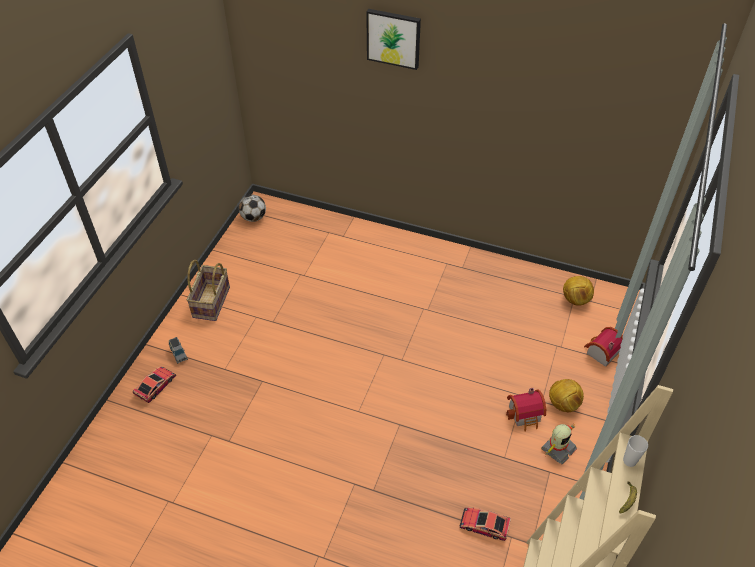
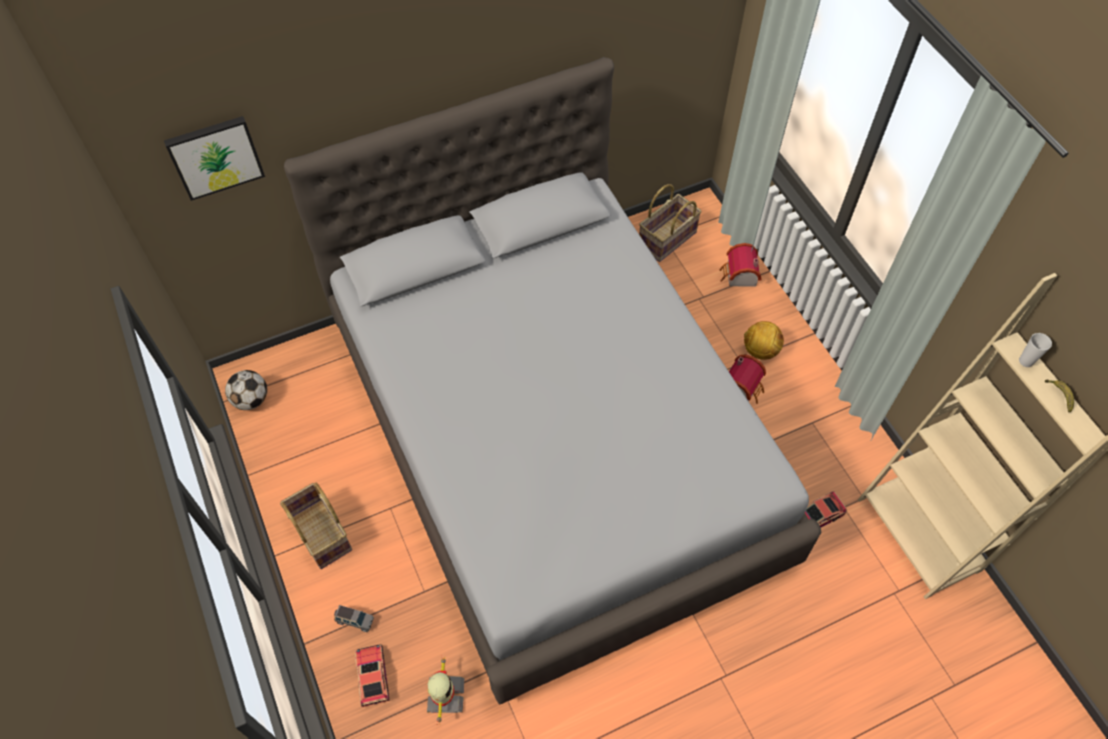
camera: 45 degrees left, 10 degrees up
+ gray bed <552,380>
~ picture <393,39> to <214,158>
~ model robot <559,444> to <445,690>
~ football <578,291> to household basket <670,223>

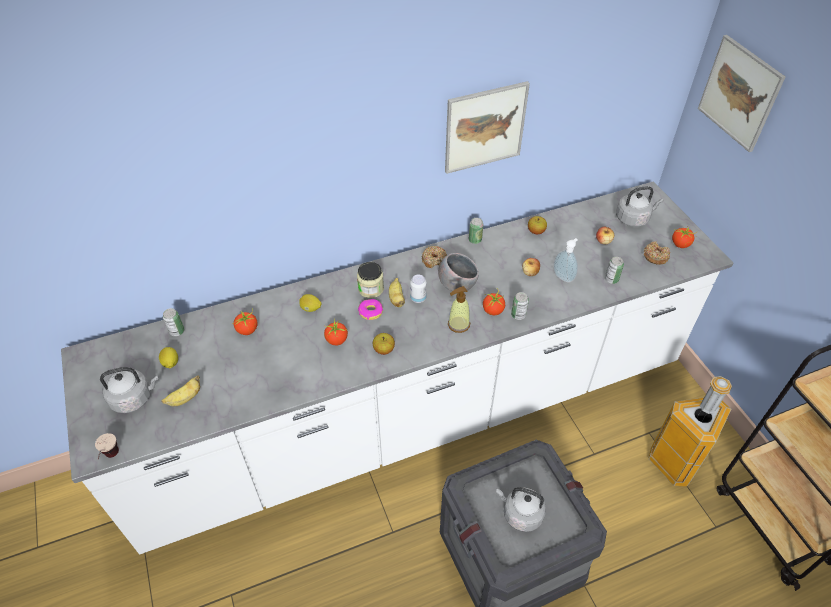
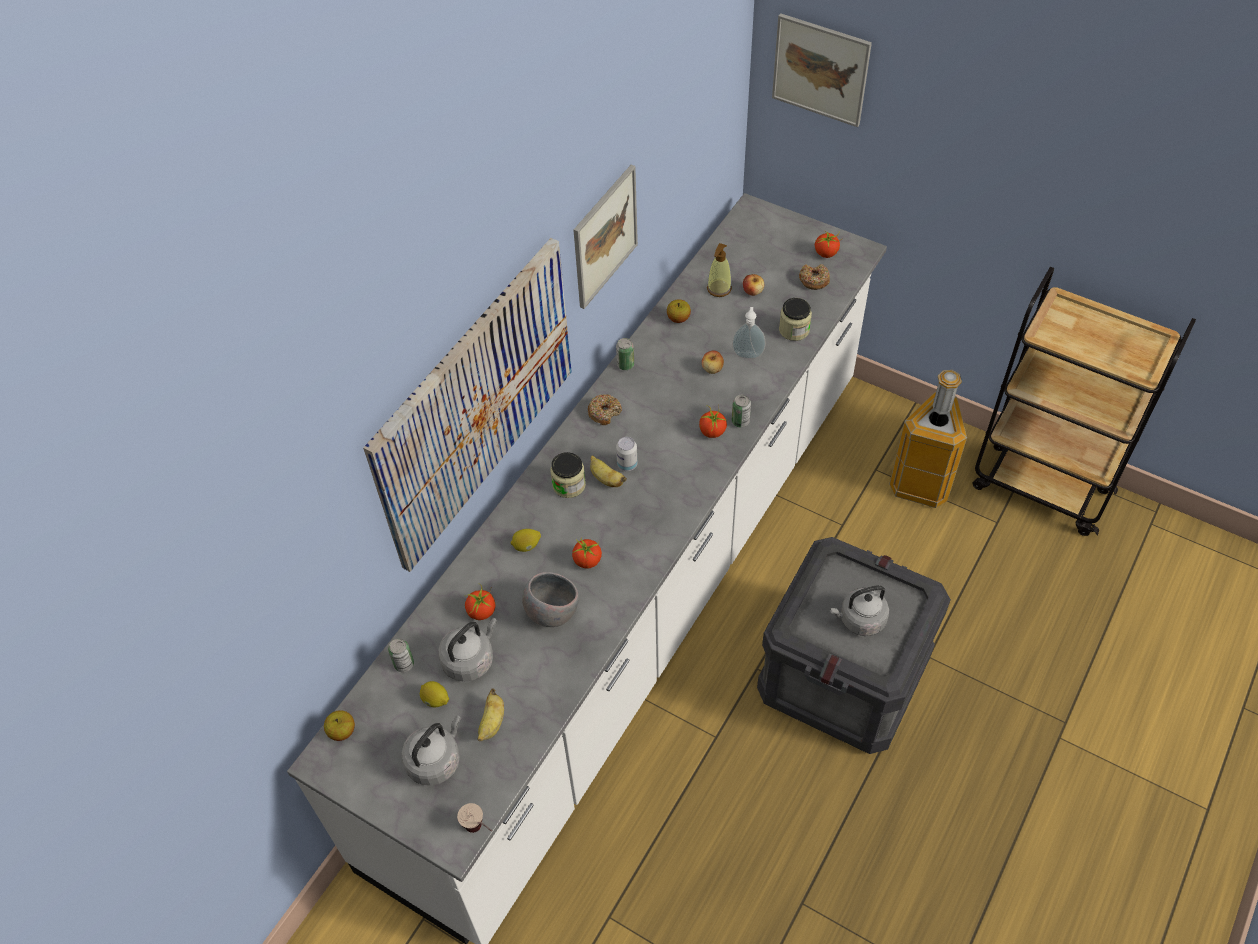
camera: 35 degrees left, 5 degrees up
- doughnut <370,309>
+ picture <467,405>
~ apple fruit <384,344> to <339,725>
~ gray deep dish <458,272> to <550,599>
~ liquid soap bottle <459,309> to <719,270>
~ gray tea kettle <640,206> to <467,650>
~ can <614,270> to storage jar <795,319>

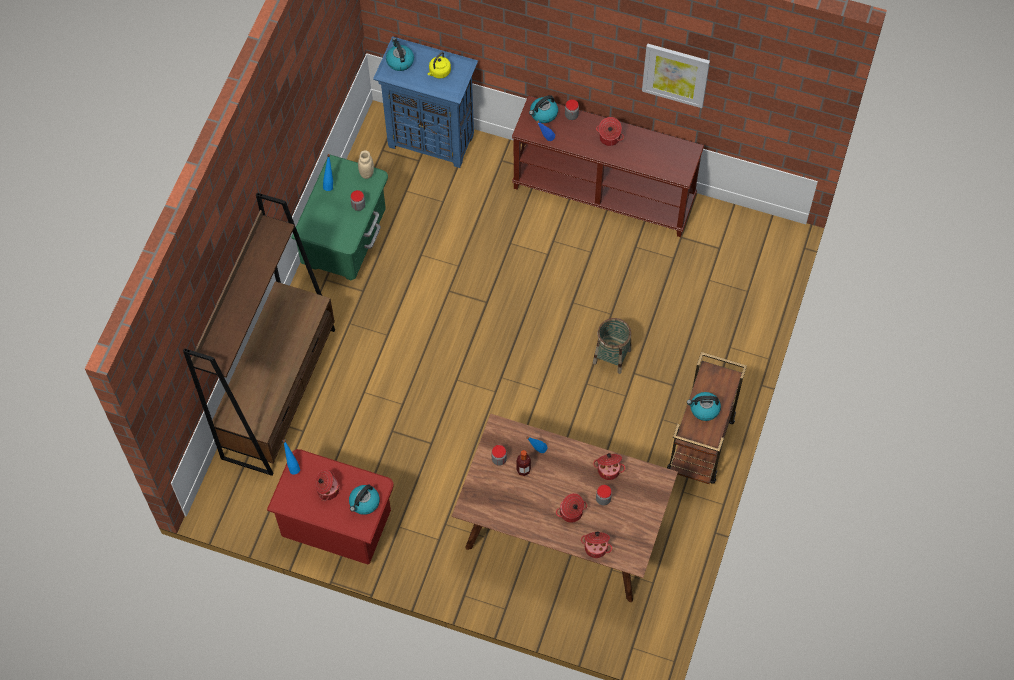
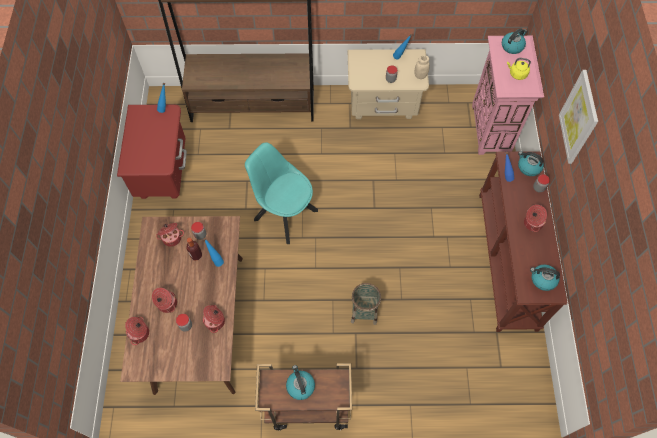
camera: 70 degrees right, 0 degrees up
+ turquoise upright chair <281,193>
~ cooking pot <327,485> to <170,235>
~ tea kettle <364,499> to <545,277>
~ picture <676,76> to <578,117>
~ greenish bedside table <339,217> to beige bedside table <388,84>
~ blue-coloured cupboard <425,102> to pinkish cupboard <508,95>

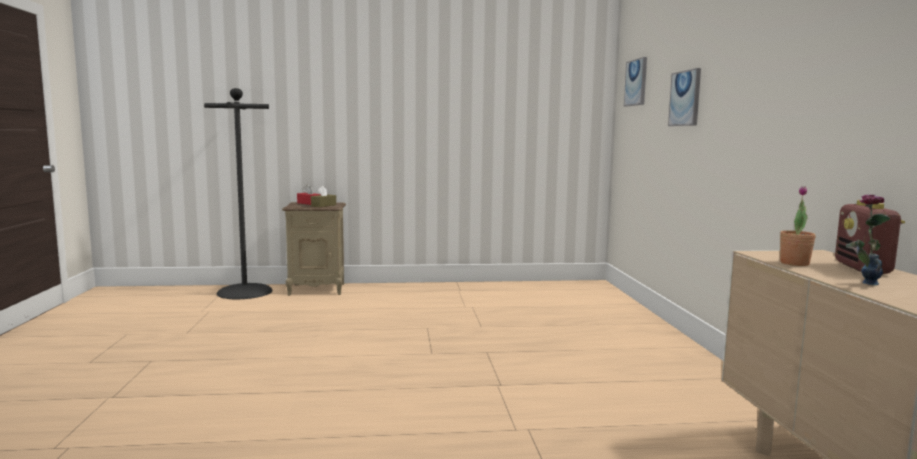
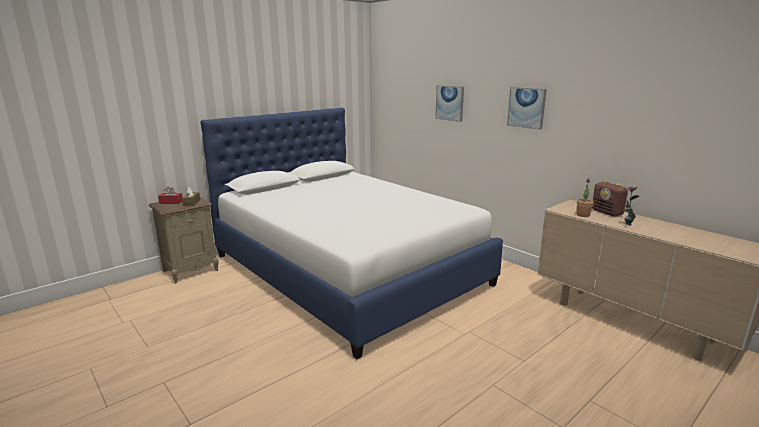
camera: 35 degrees left, 10 degrees up
- black-coloured clothes rack <238,193>
+ whitish bed <352,233>
~ picture <635,82> to <527,108>

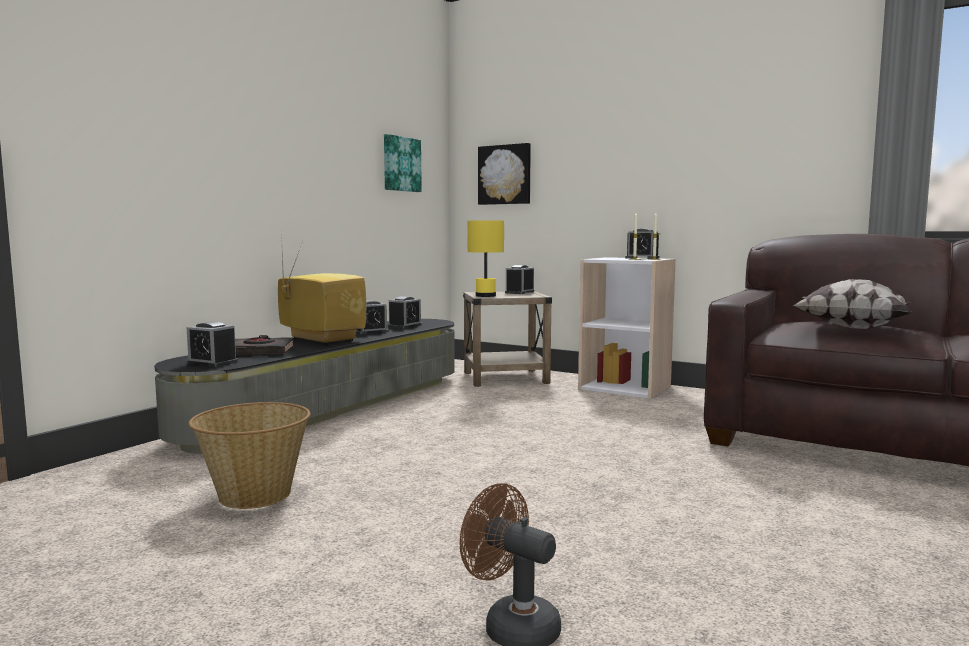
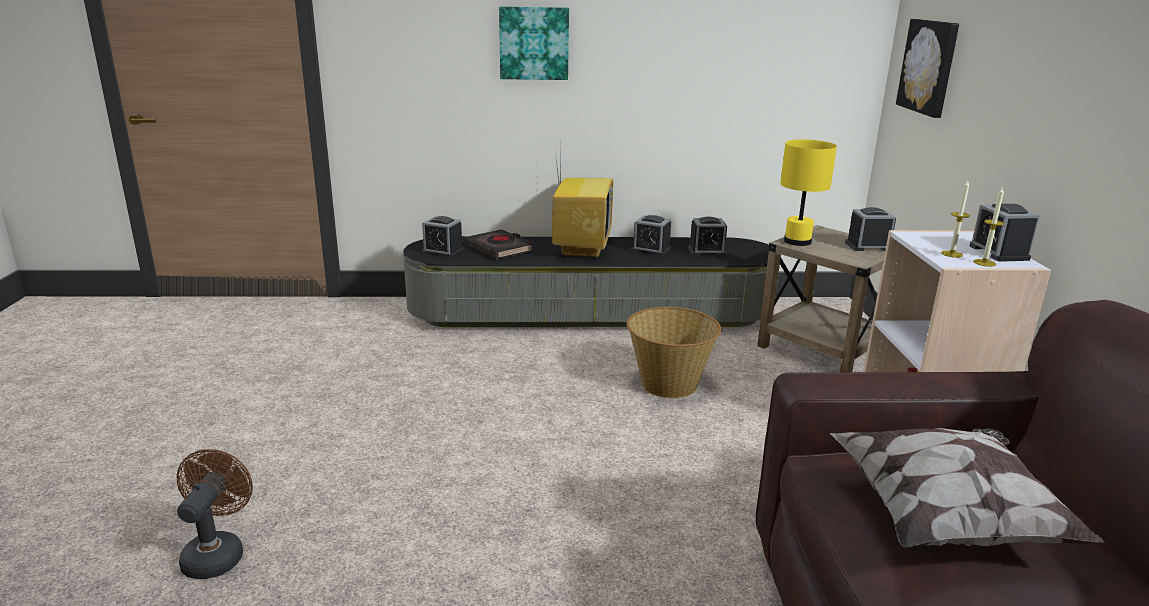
camera: 55 degrees right, 15 degrees up
~ household basket <249,455> to <674,352>
~ picture <403,163> to <534,43>
~ alarm clock <212,344> = <443,237> 60 degrees counterclockwise

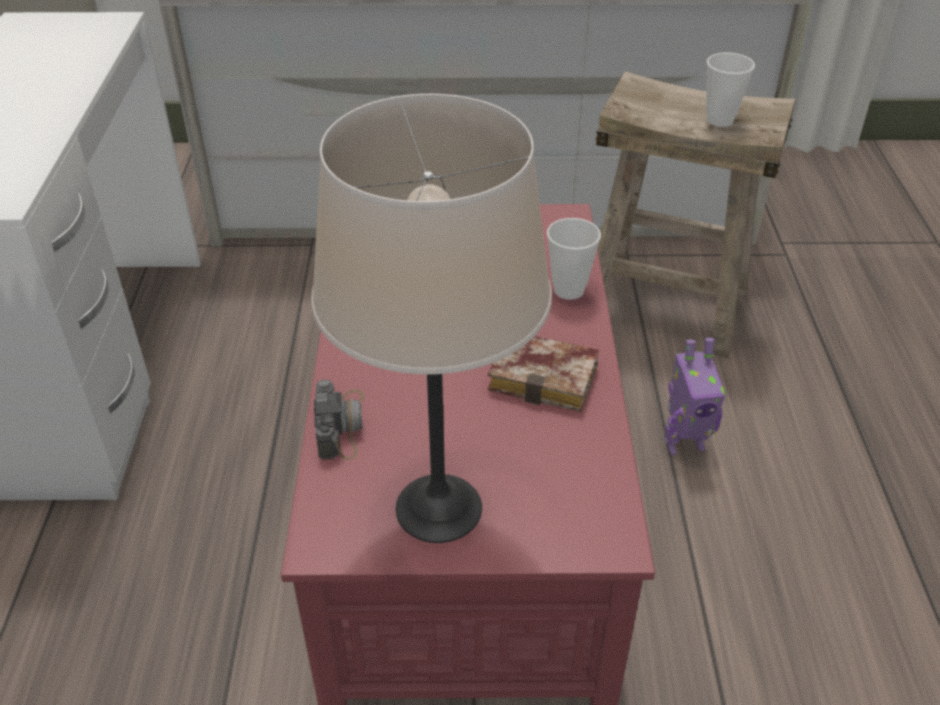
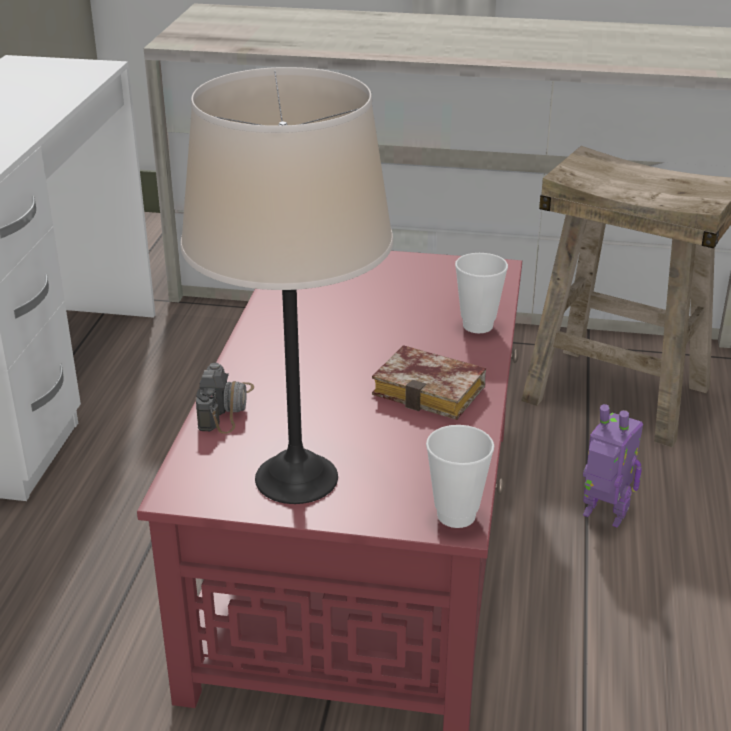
camera: 10 degrees right, 10 degrees down
~ drinking cup <730,90> to <460,476>
~ model robot <695,396> = <613,466> 150 degrees counterclockwise

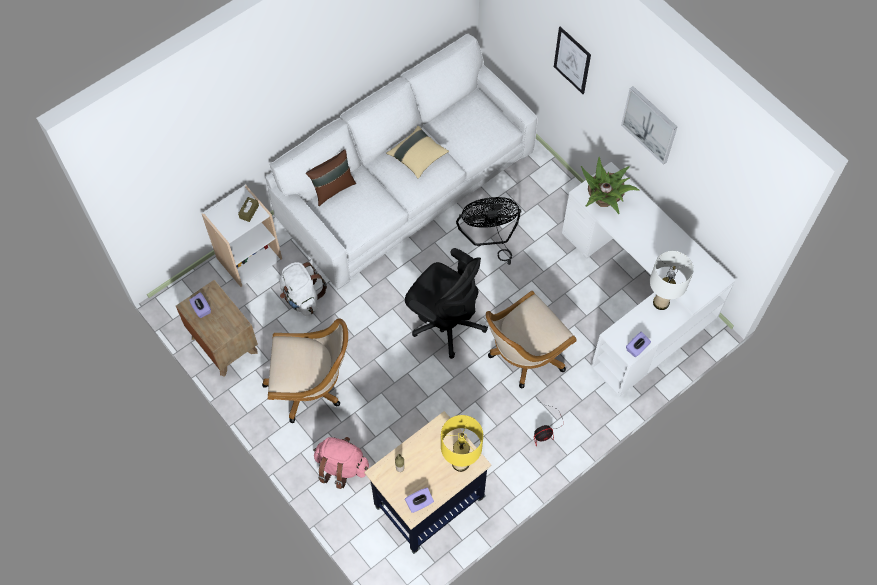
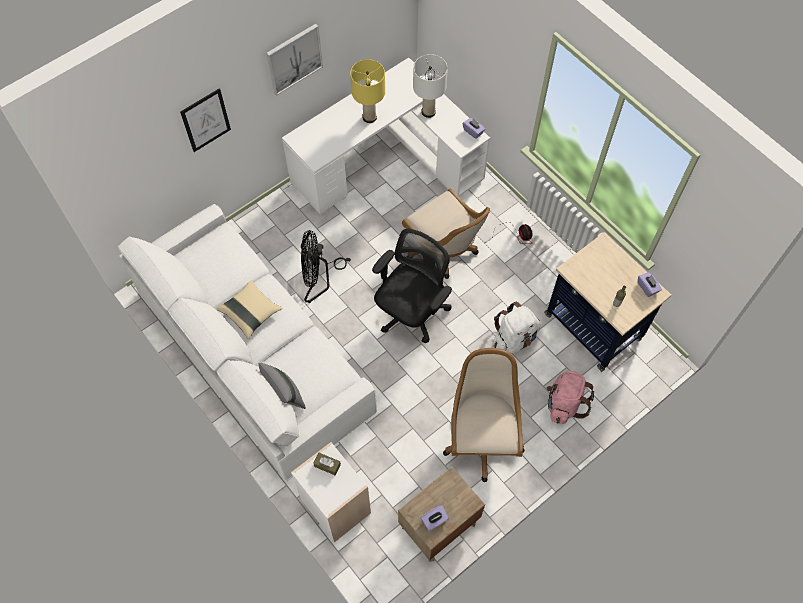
camera: 90 degrees left, 0 degrees up
- houseplant <610,185>
~ whitish backpack <303,289> to <516,327>
~ yellow-coloured tabletop lamp <462,443> to <367,91>
~ brown pillow <331,177> to gray pillow <282,386>

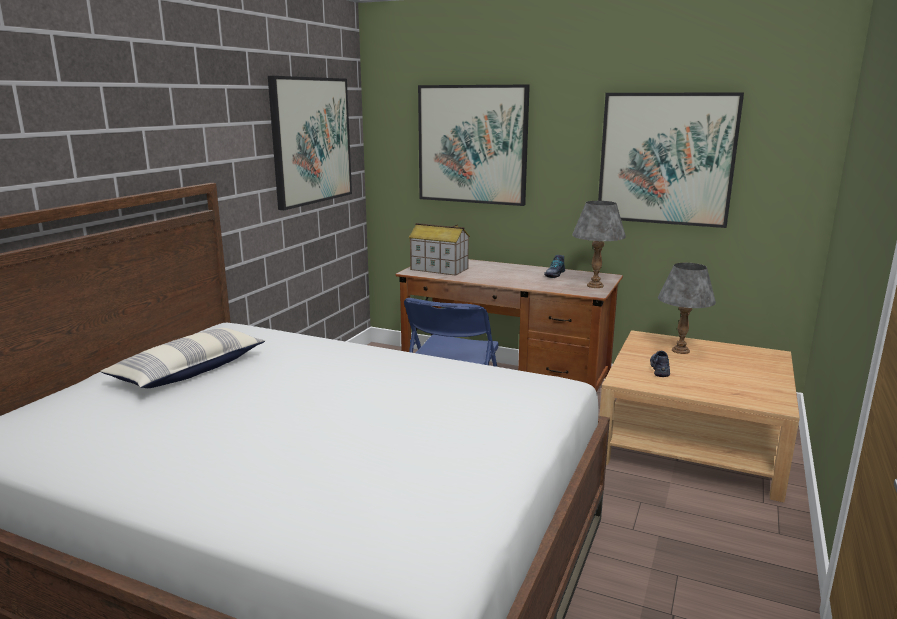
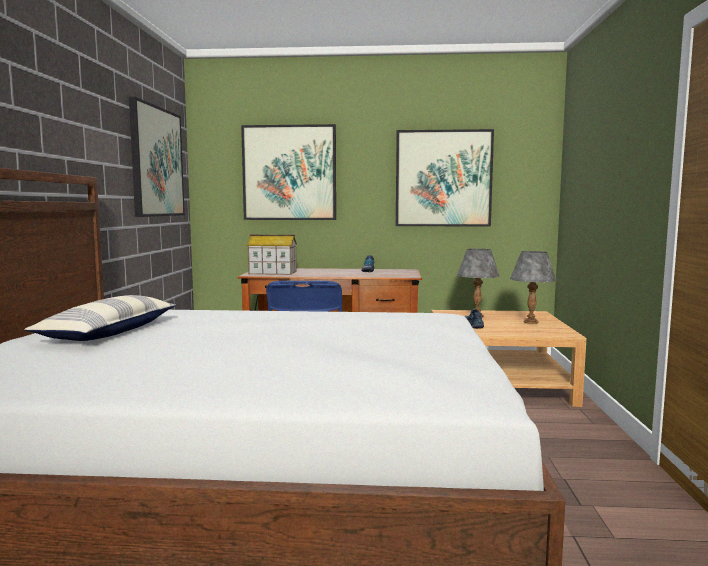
camera: 20 degrees left, 10 degrees down
~ gray tabletop lamp <599,244> to <533,287>

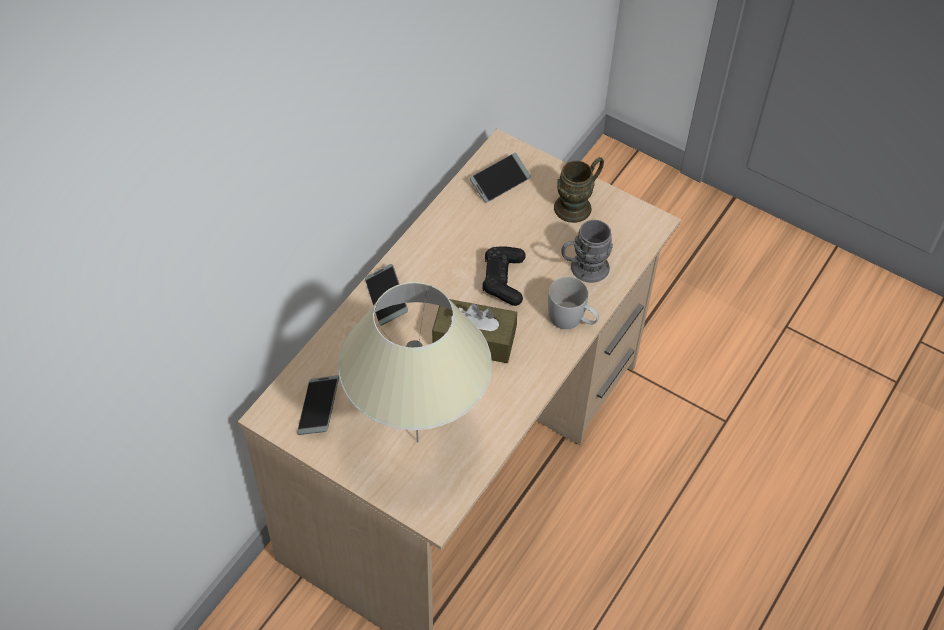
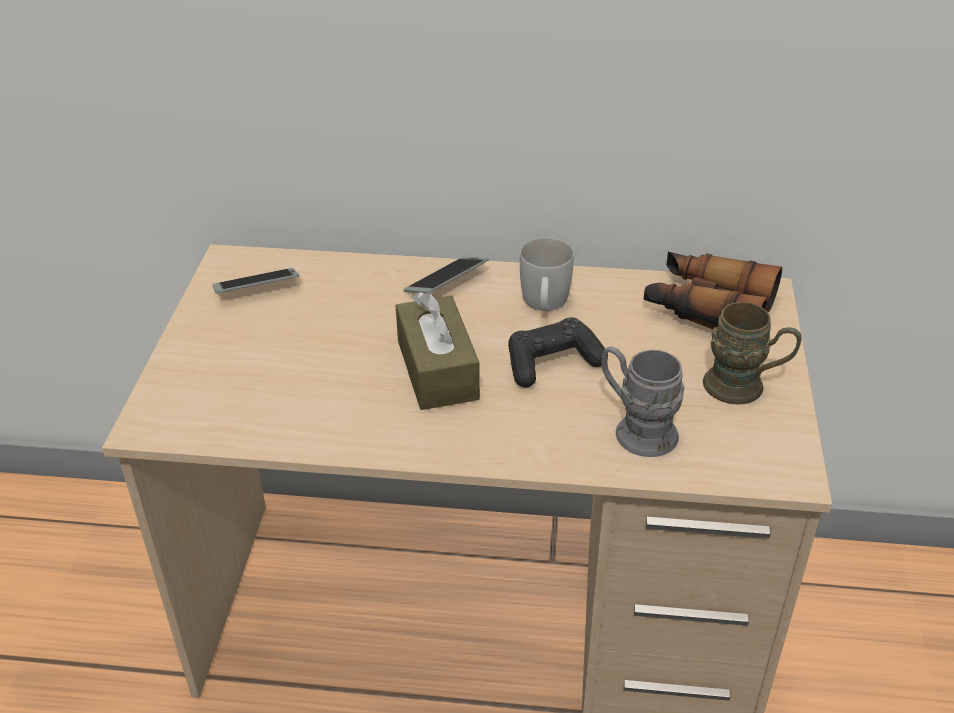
camera: 65 degrees right, 15 degrees down
- beige tabletop lamp <415,362>
~ whitish tea mug <573,303> to <547,274>
~ handset <500,178> to binoculars <713,290>

